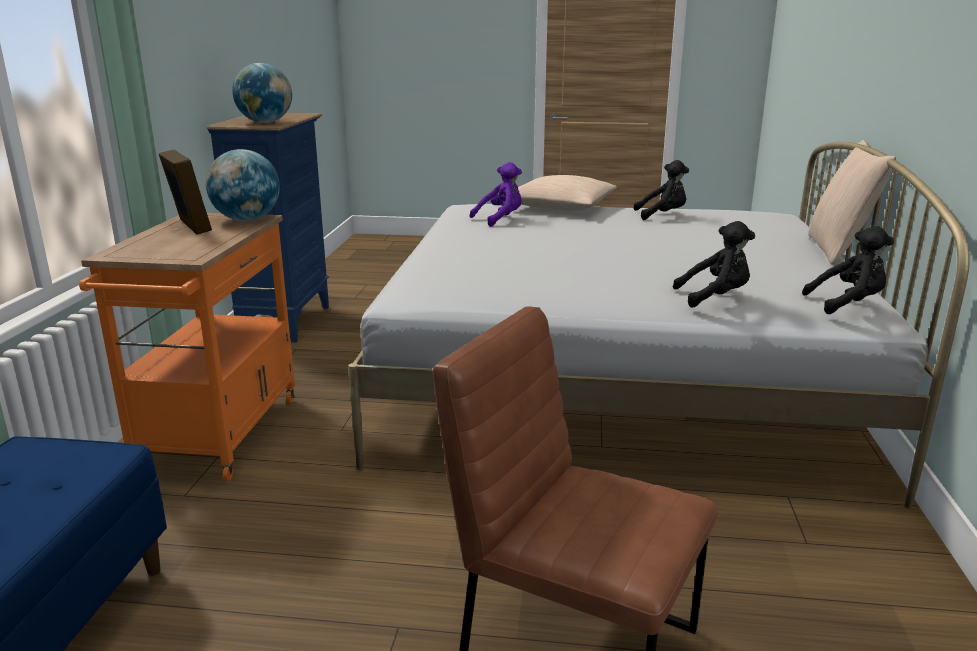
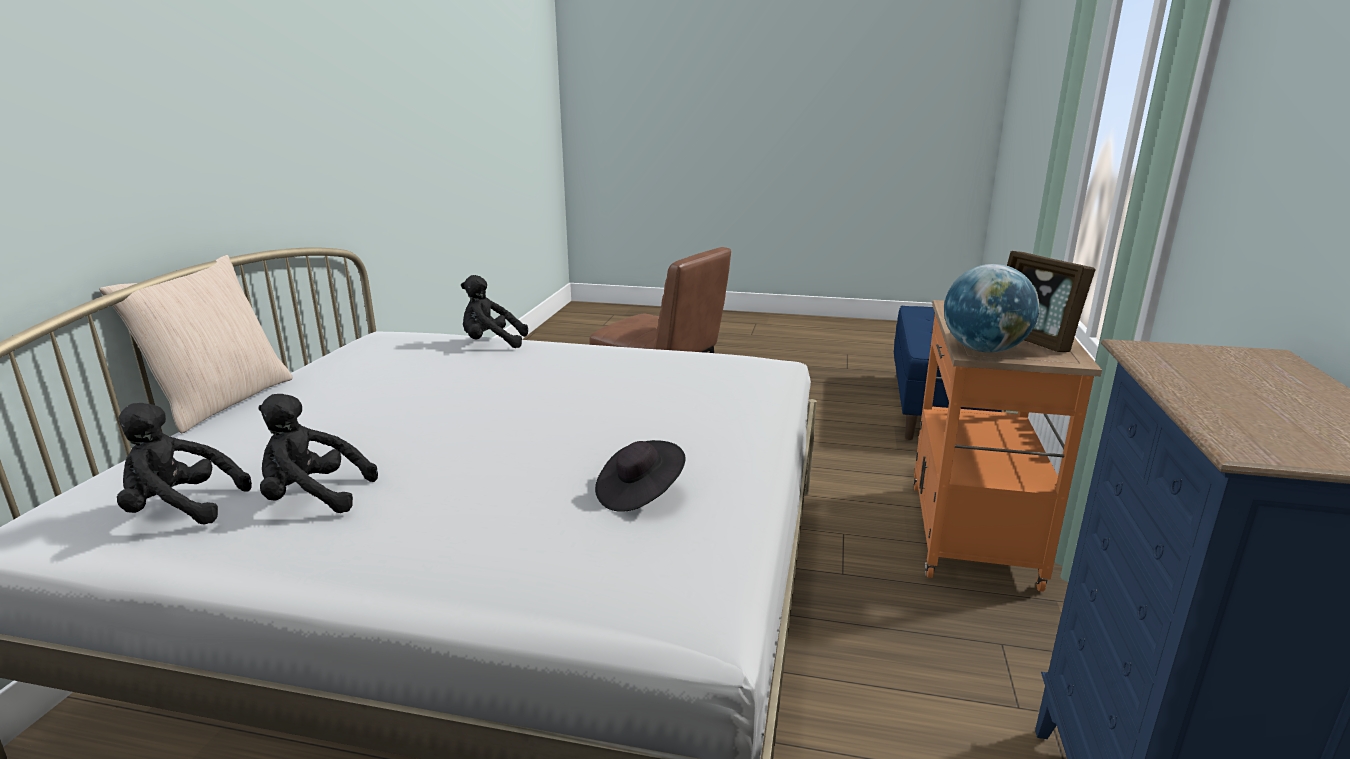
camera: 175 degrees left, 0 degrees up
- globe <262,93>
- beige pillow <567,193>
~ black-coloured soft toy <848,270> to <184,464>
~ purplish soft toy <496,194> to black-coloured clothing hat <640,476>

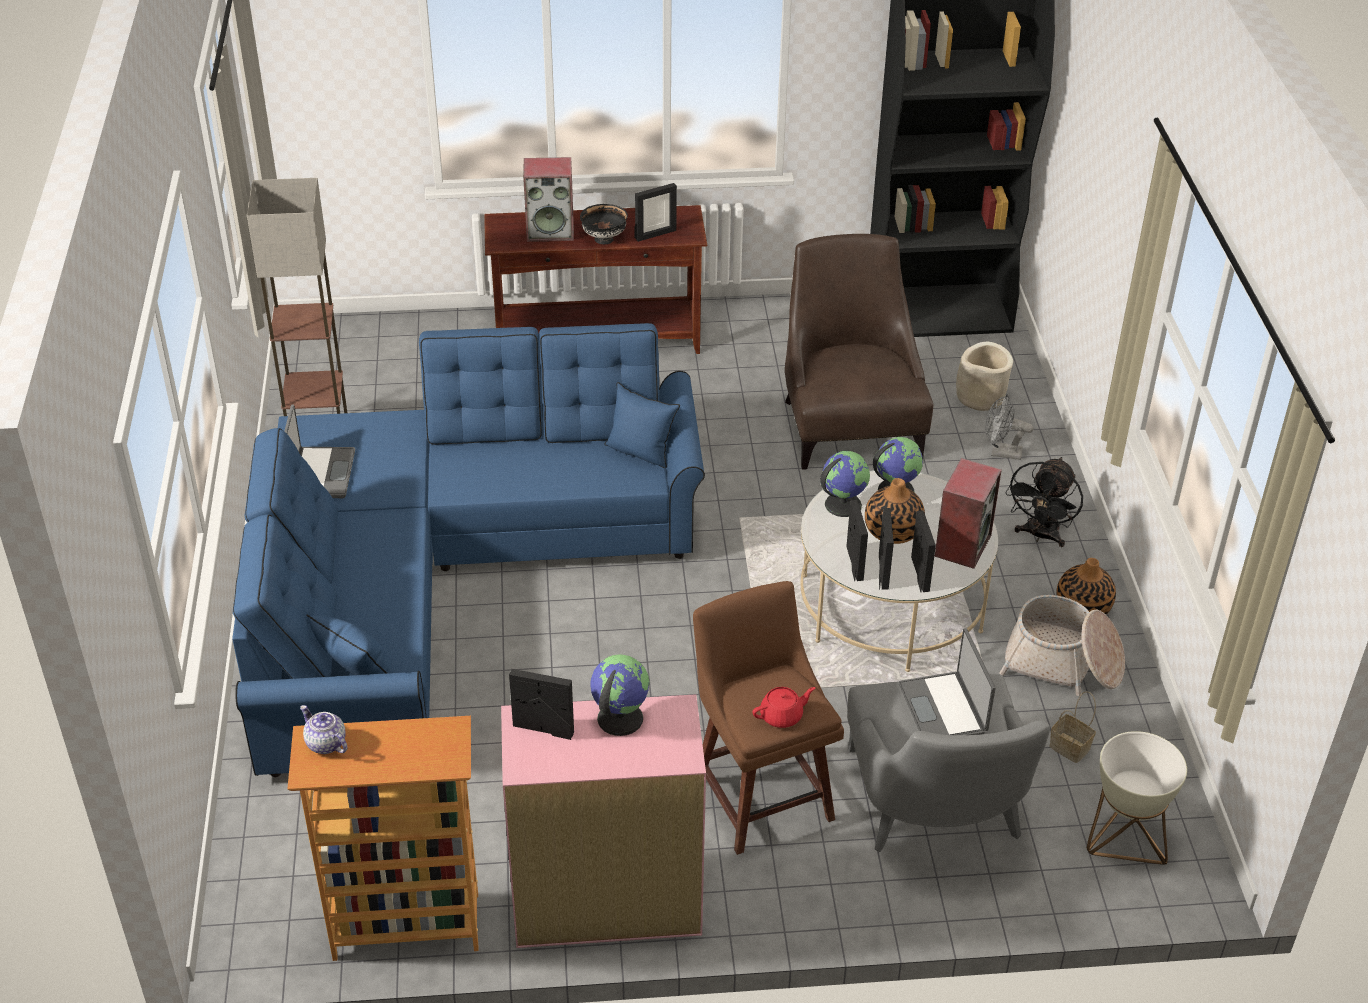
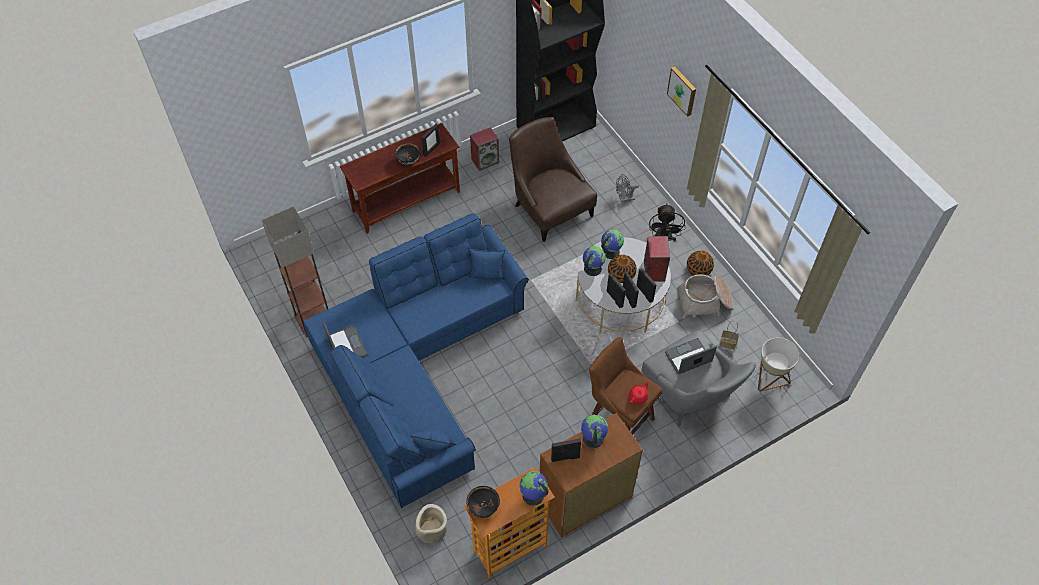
camera: 25 degrees left, 15 degrees up
+ globe <534,488>
+ picture <681,91>
~ loudspeaker <548,199> to <484,149>
~ beige flower pot <984,376> to <431,524>
~ pot for tea <323,729> to black-coloured deep dish <483,502>
~ pinkish cupboard <603,821> to brown cupboard <591,475>
~ notebook computer <947,681> = <691,356> 105 degrees clockwise

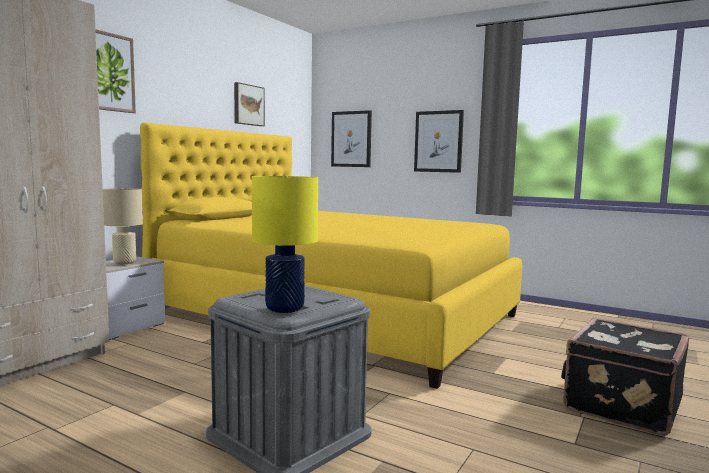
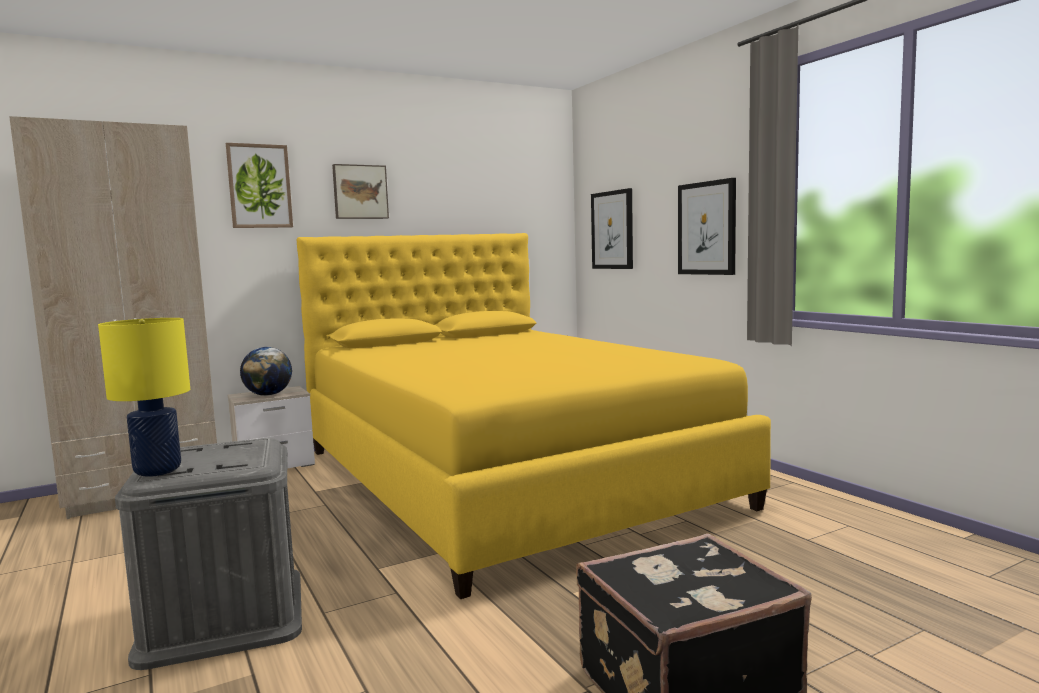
camera: 30 degrees right, 0 degrees up
~ picture <249,104> to <360,191>
~ beige tabletop lamp <123,226> to globe <266,371>

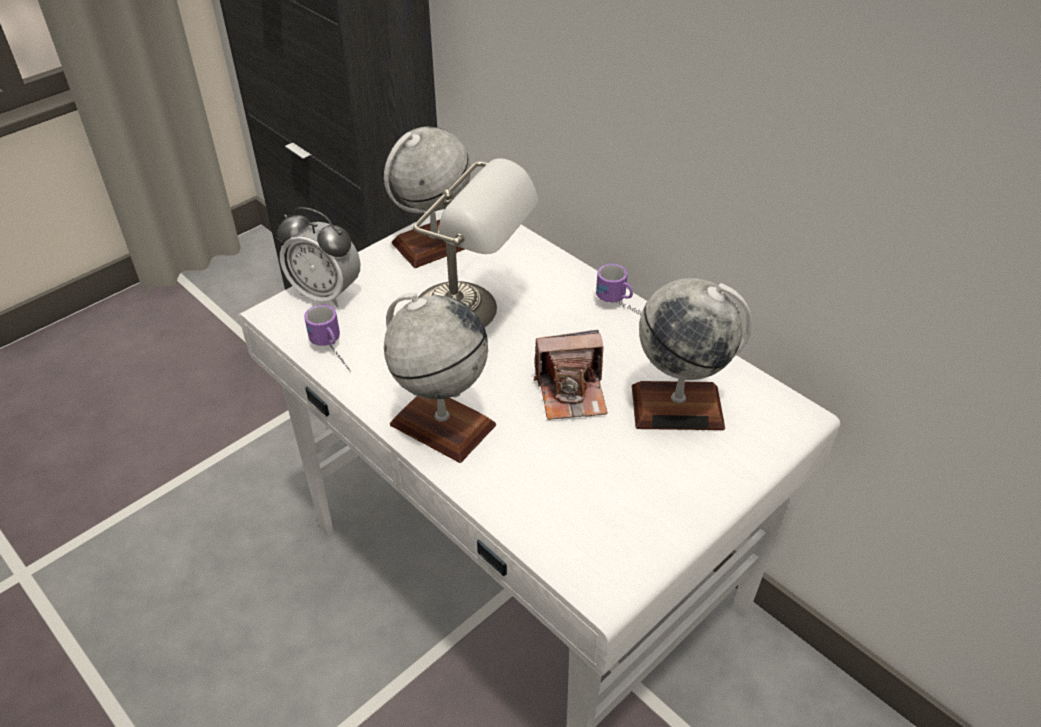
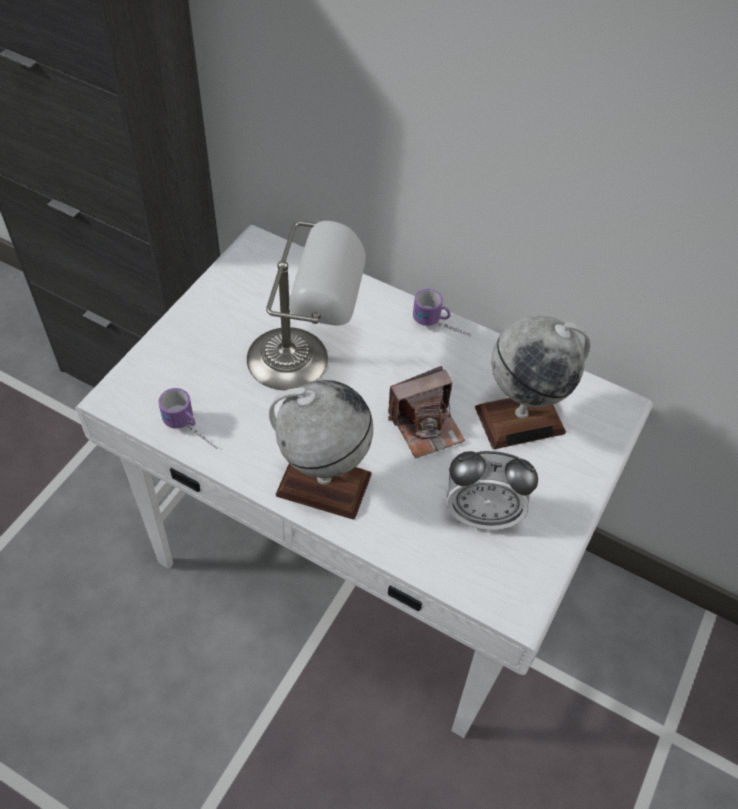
camera: 20 degrees left, 10 degrees up
- globe <427,197>
~ alarm clock <319,257> to <492,490>

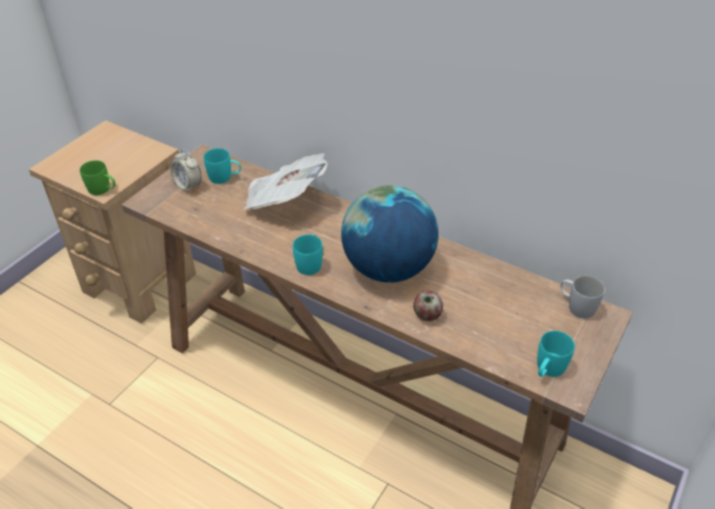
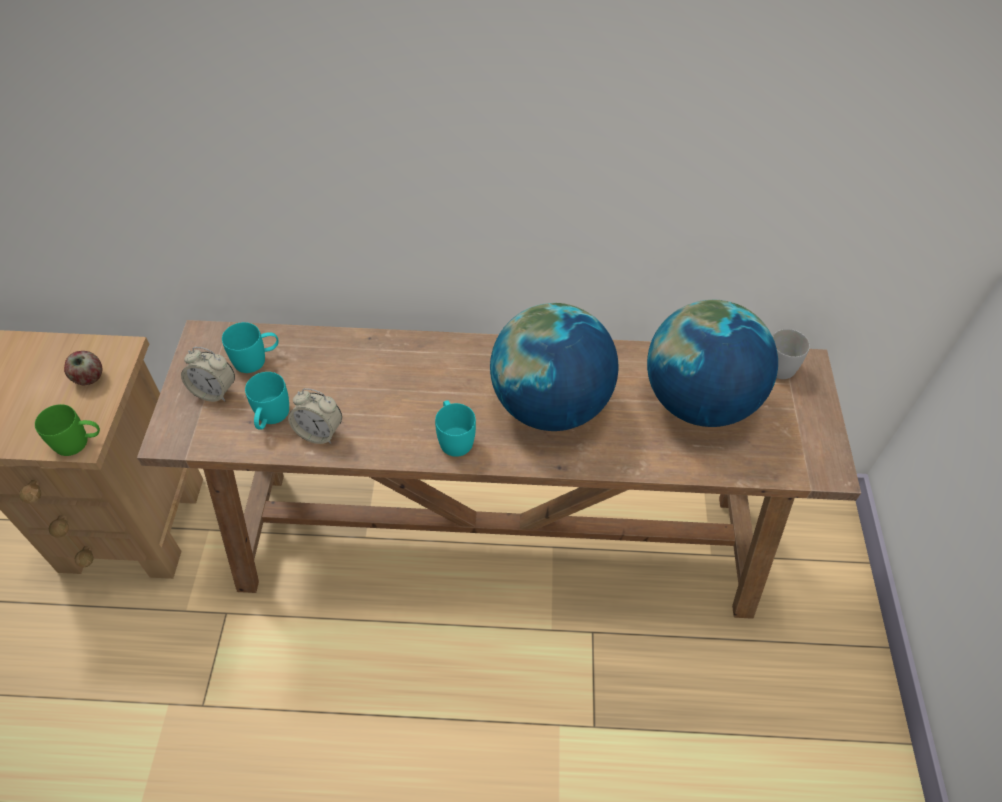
camera: 30 degrees left, 10 degrees up
- printed paper <285,181>
+ alarm clock <315,416>
+ globe <712,363>
~ apple fruit <428,306> to <83,368>
~ turquoise tea mug <556,354> to <267,401>

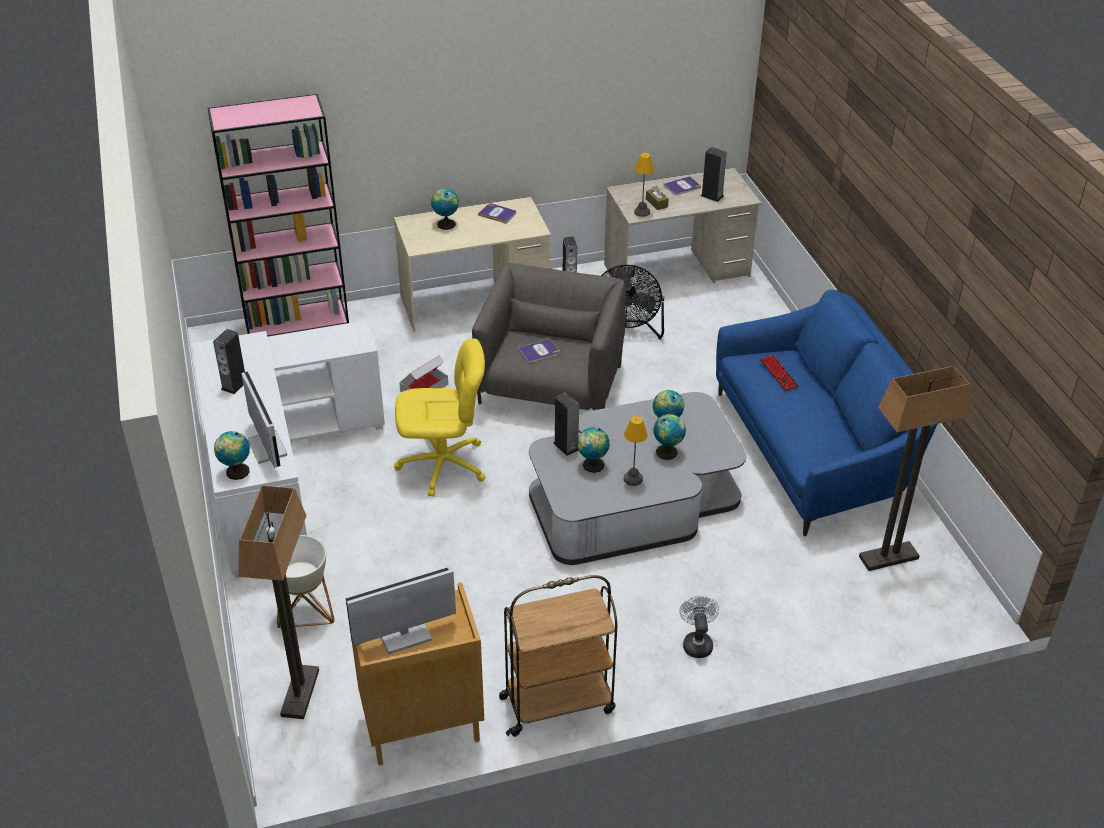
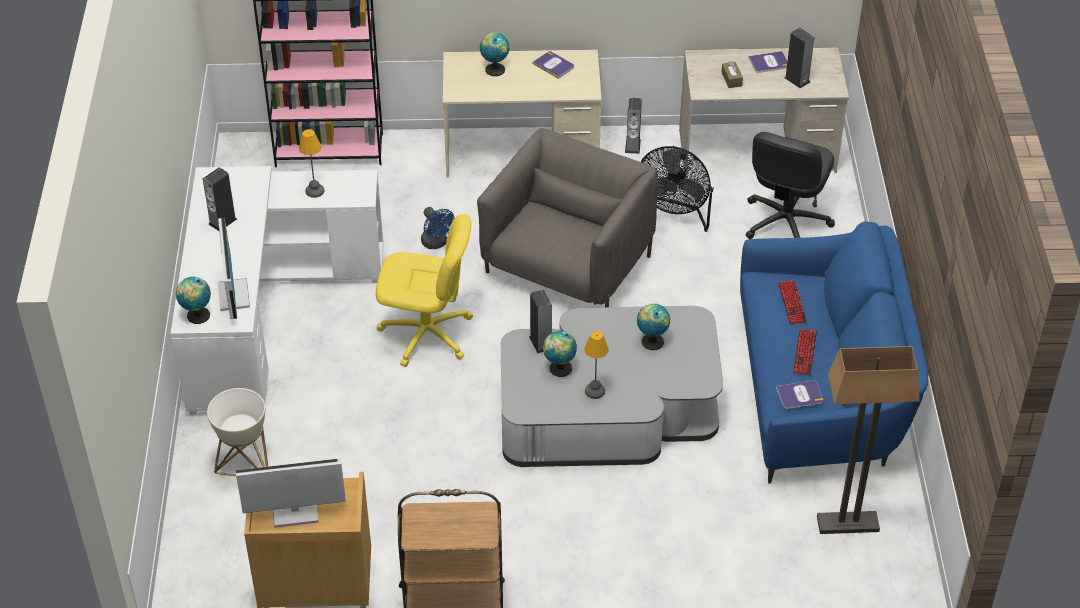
camera: 15 degrees right, 5 degrees up
- floor lamp <278,602>
- globe <670,437>
- whitish fan <699,626>
+ black-coloured office chair <790,185>
+ computer keyboard <805,352>
~ book <539,351> to <799,394>
~ tabletop lamp <644,185> to <311,163>
~ packing box <423,373> to blue-coloured fan <438,228>

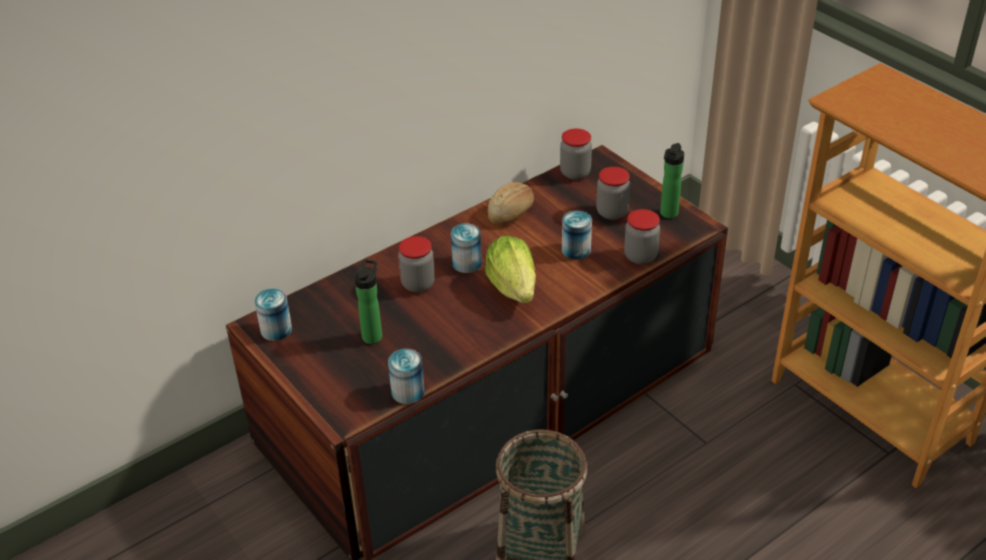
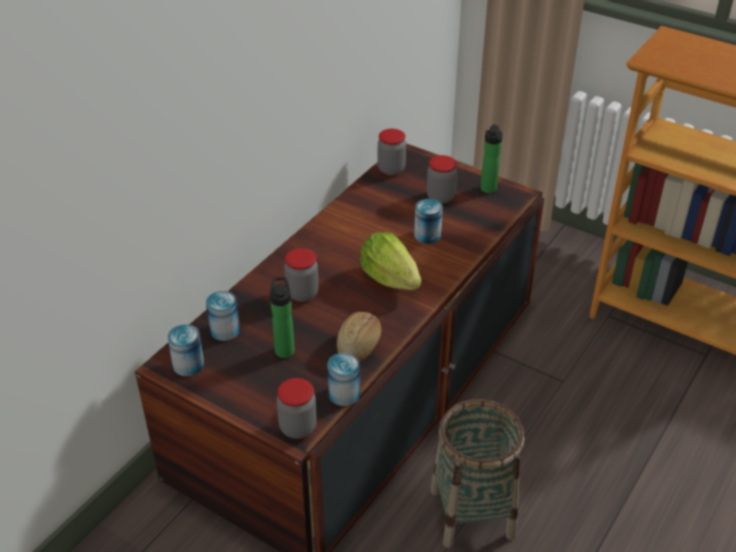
camera: 20 degrees left, 0 degrees up
~ can <466,248> to <223,316>
~ bread <511,203> to <359,337>
~ storage jar <642,237> to <297,408>

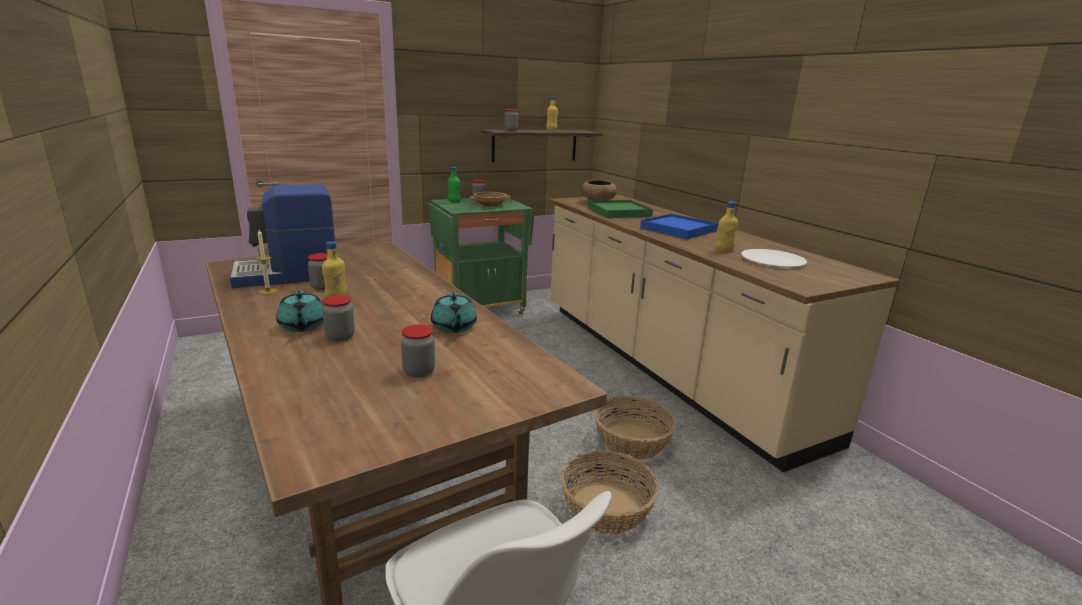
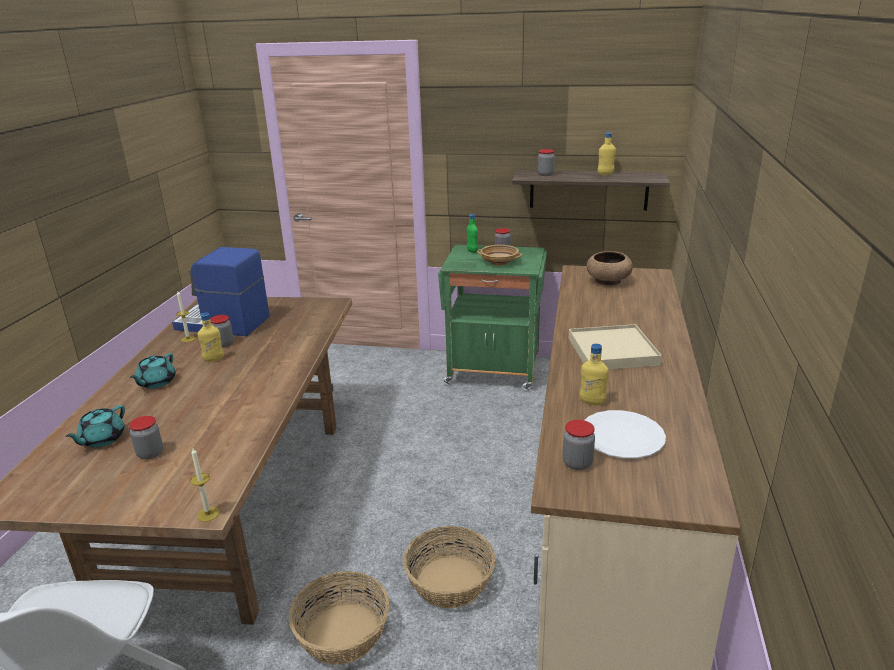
camera: 40 degrees right, 5 degrees up
- greenish tray <620,209>
+ wax candle <204,485>
~ storage jar <338,318> to <579,445>
~ turquoise pot for tea <454,313> to <95,426>
~ blue-coloured tray <679,226> to beige tray <615,347>

